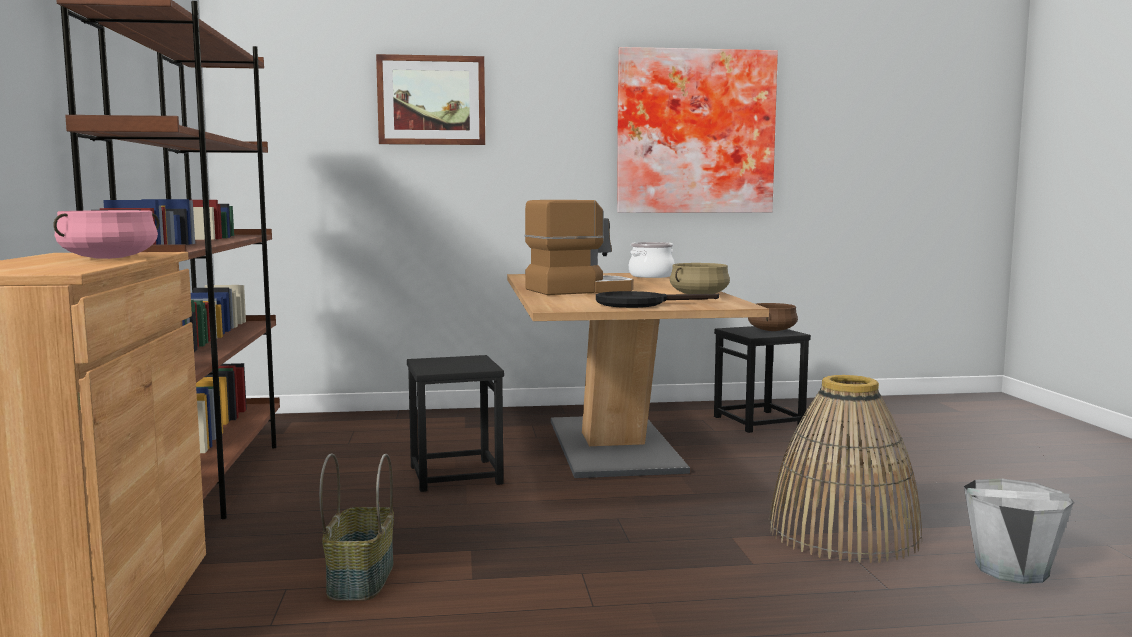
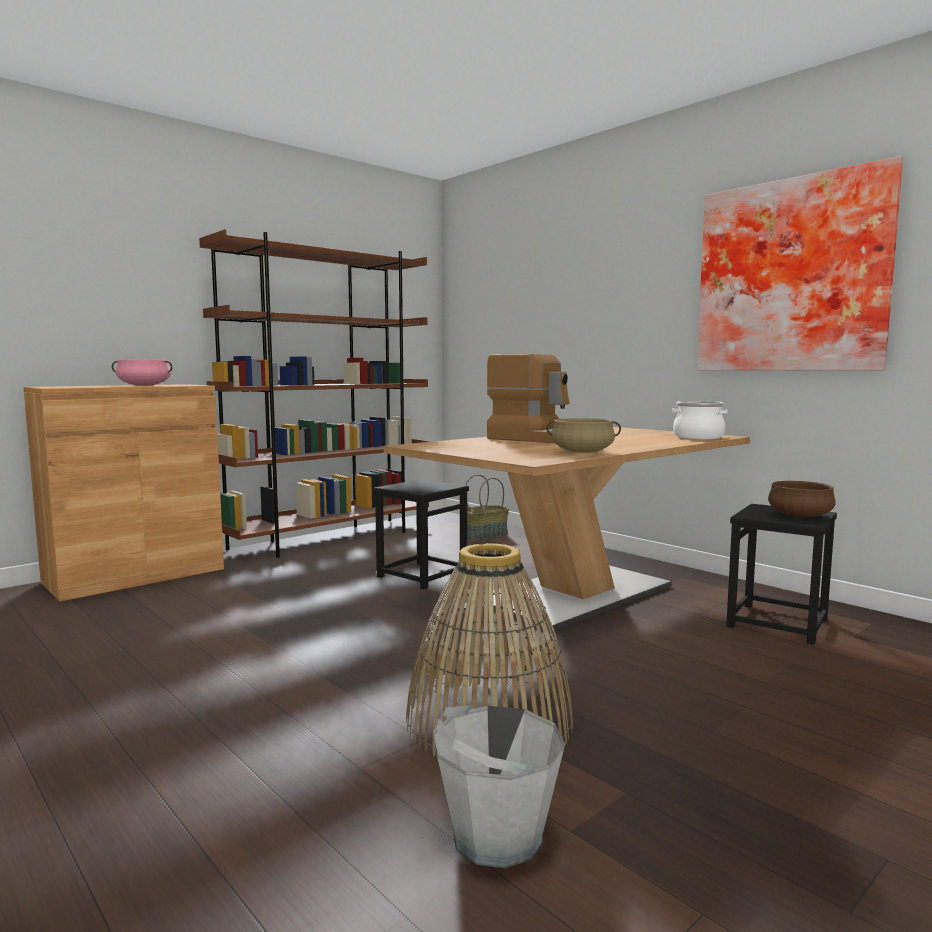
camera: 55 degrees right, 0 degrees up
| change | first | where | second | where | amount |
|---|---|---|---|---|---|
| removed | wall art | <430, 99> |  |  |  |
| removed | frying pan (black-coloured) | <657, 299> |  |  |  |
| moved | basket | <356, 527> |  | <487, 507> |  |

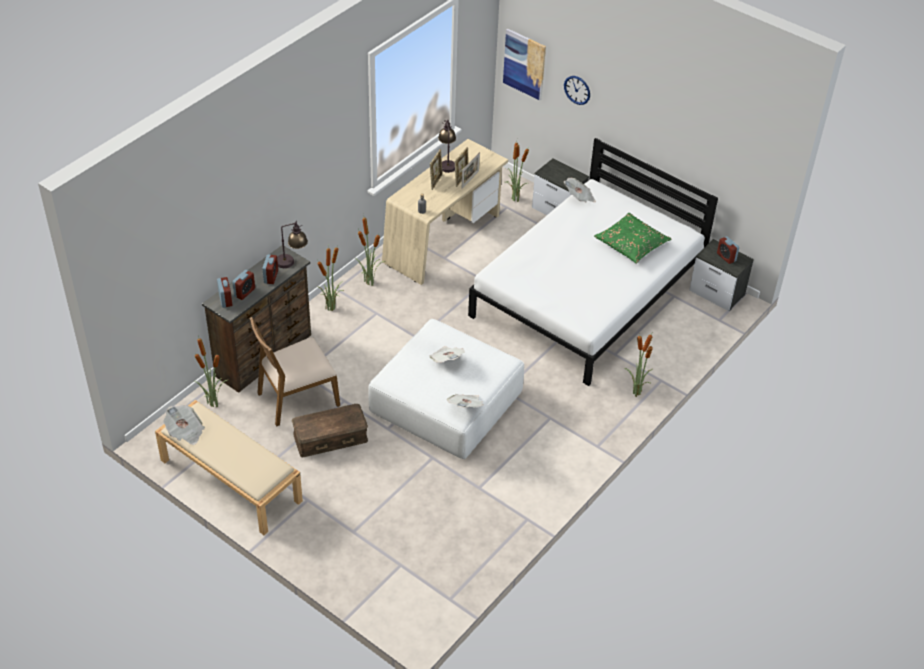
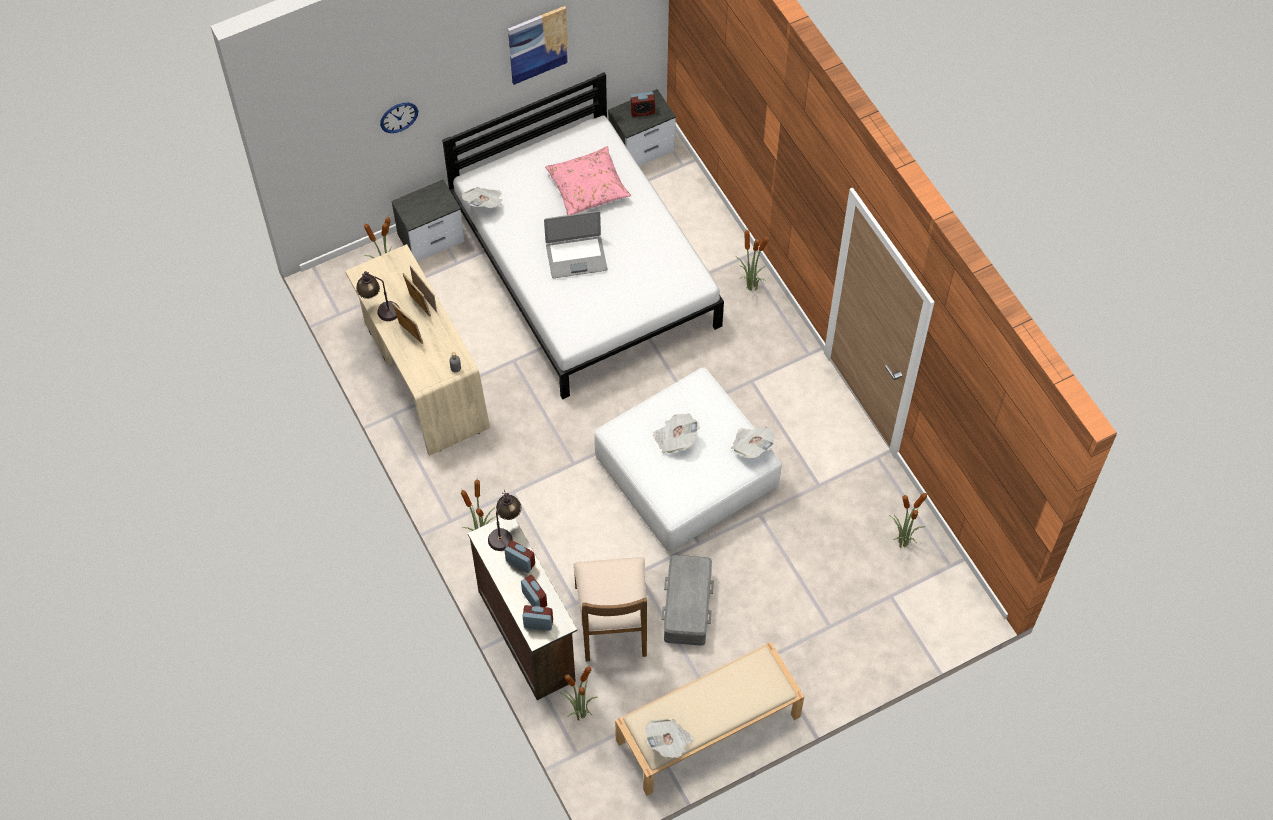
camera: 65 degrees left, 15 degrees up
| change | first | where | second | where | amount |
|---|---|---|---|---|---|
| added |  |  | laptop | <575, 244> |  |
| moved | potted plant | <370, 252> |  | <908, 520> |  |
| moved | wall art | <524, 64> |  | <538, 45> |  |
| recoloured | storage container (brown-coloured) | <330, 430> | storage container (gray) | <687, 600> |  |
| recoloured | throw pillow (green-coloured) | <632, 238> | throw pillow (pink) | <588, 180> |  |

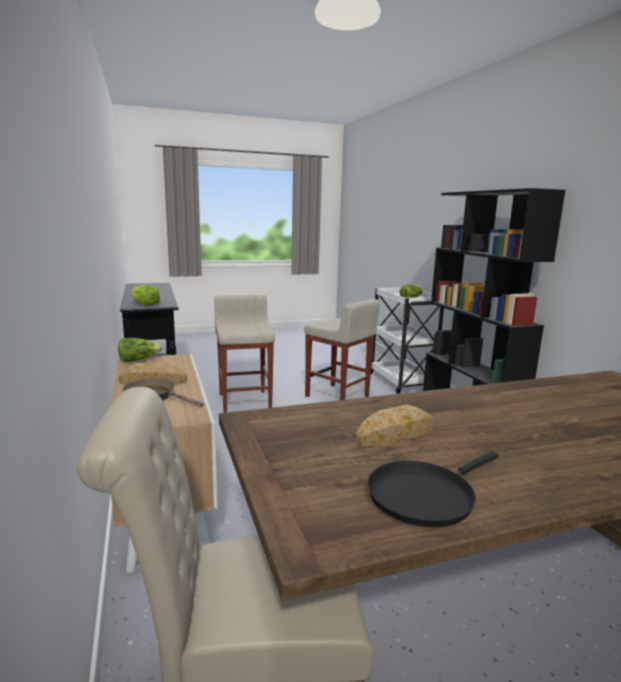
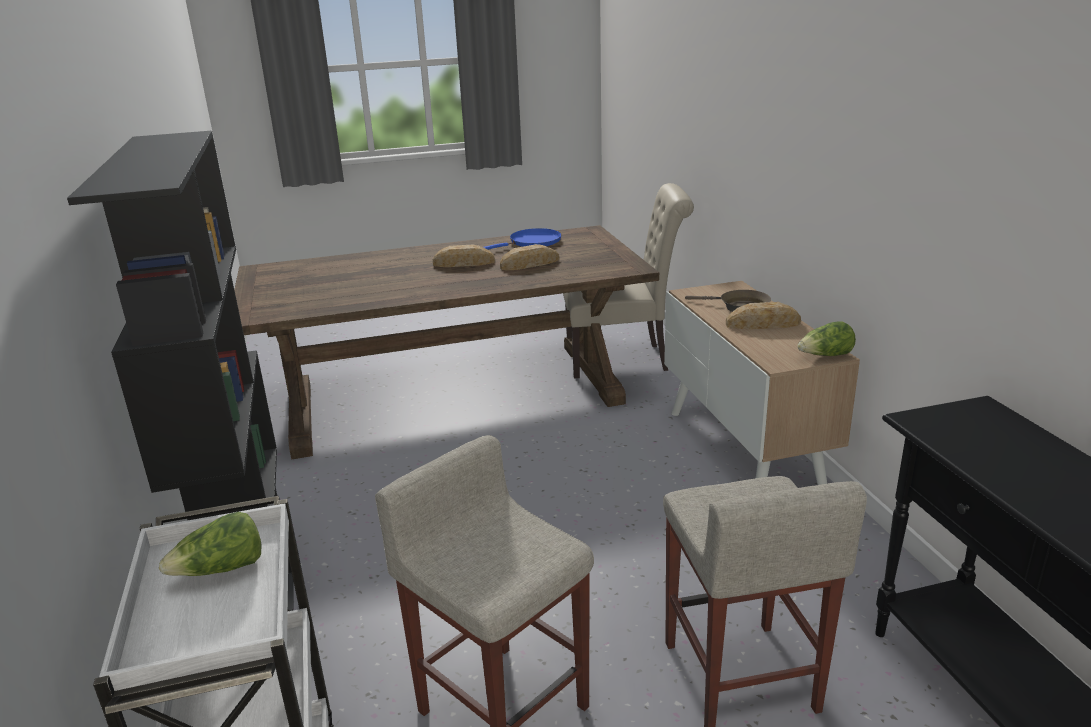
camera: 175 degrees left, 10 degrees up
| change | first | where | second | where | amount |
|---|---|---|---|---|---|
| removed | lettuce head | <145, 295> |  |  |  |
| added |  |  | baked bread | <464, 256> |  |
| recoloured | frying pan (black-coloured) | <432, 489> | frying pan (blue) | <523, 239> |  |

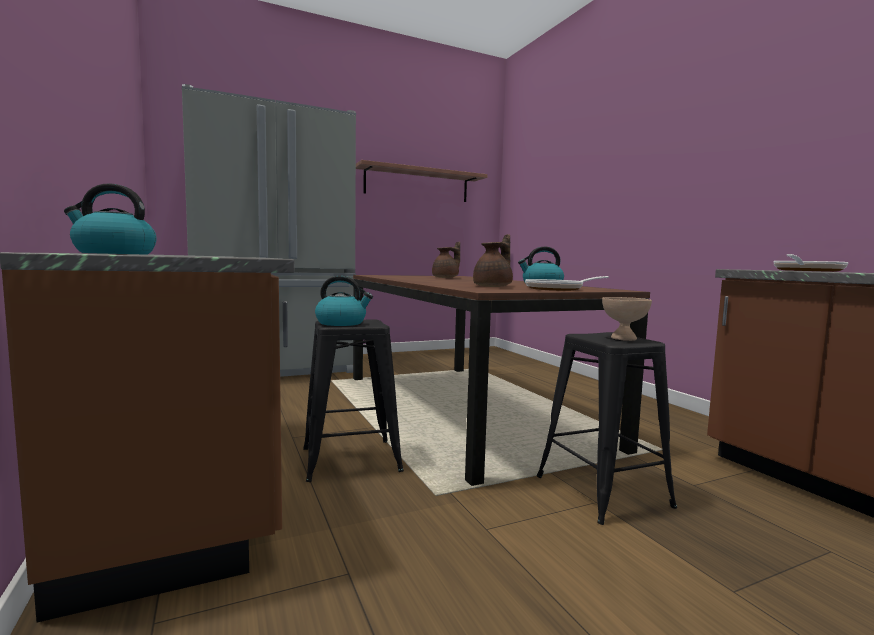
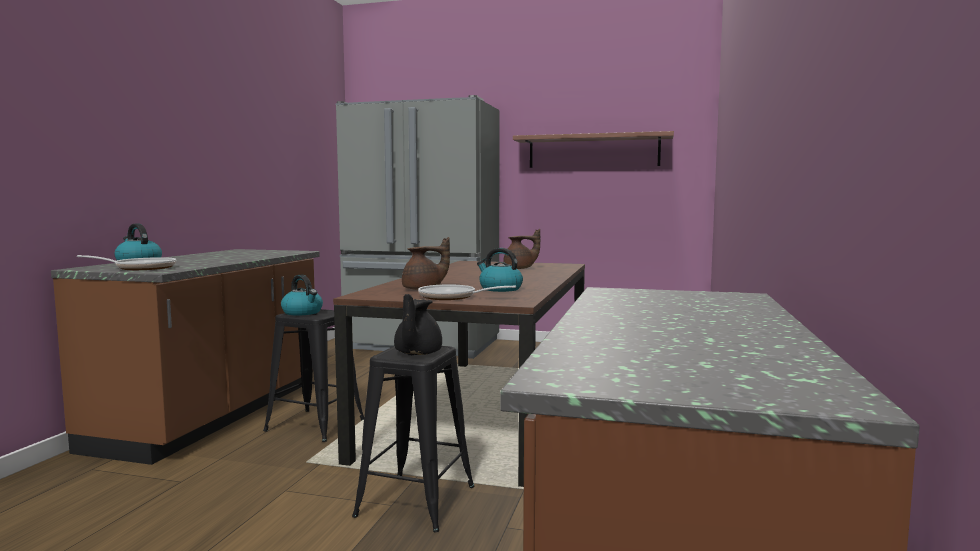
camera: 40 degrees right, 0 degrees up
| change | first | where | second | where | amount |
|---|---|---|---|---|---|
| moved | frying pan | <811, 263> |  | <126, 262> |  |
| replaced | serving bowl (beige-coloured) | <627, 319> | tea pot (black-coloured) | <418, 324> |  |

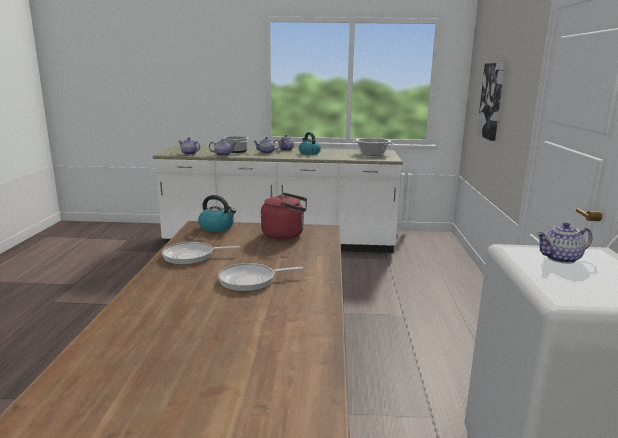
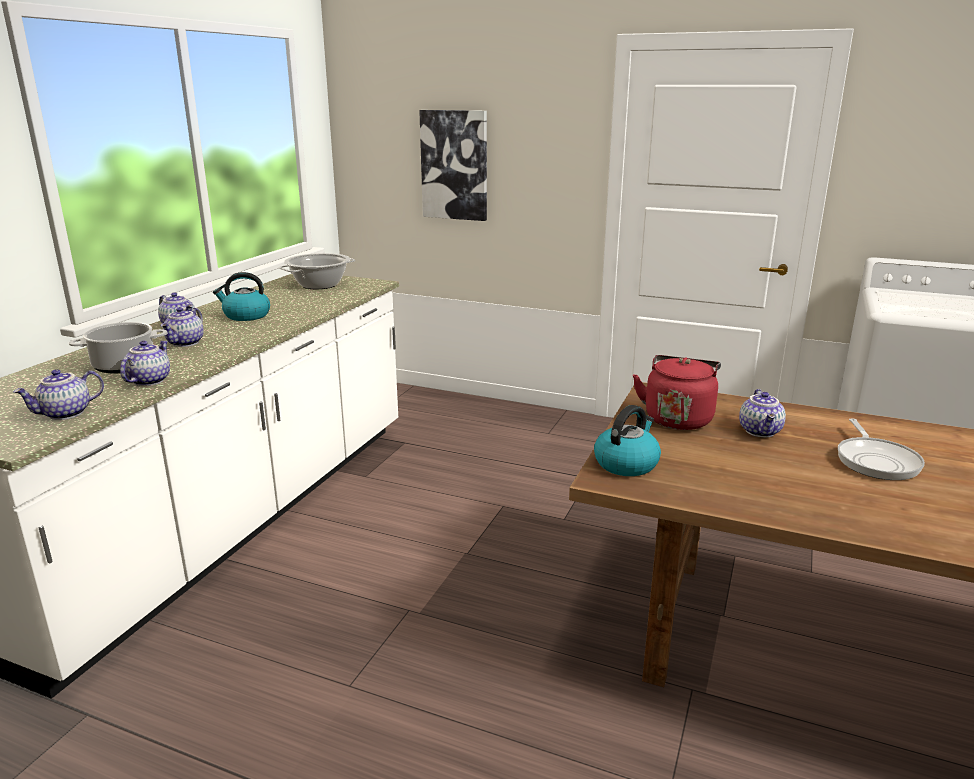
camera: 70 degrees left, 5 degrees up
| change | first | where | second | where | amount |
|---|---|---|---|---|---|
| removed | frying pan | <201, 253> |  |  |  |
| moved | tea pot | <565, 243> |  | <762, 413> |  |

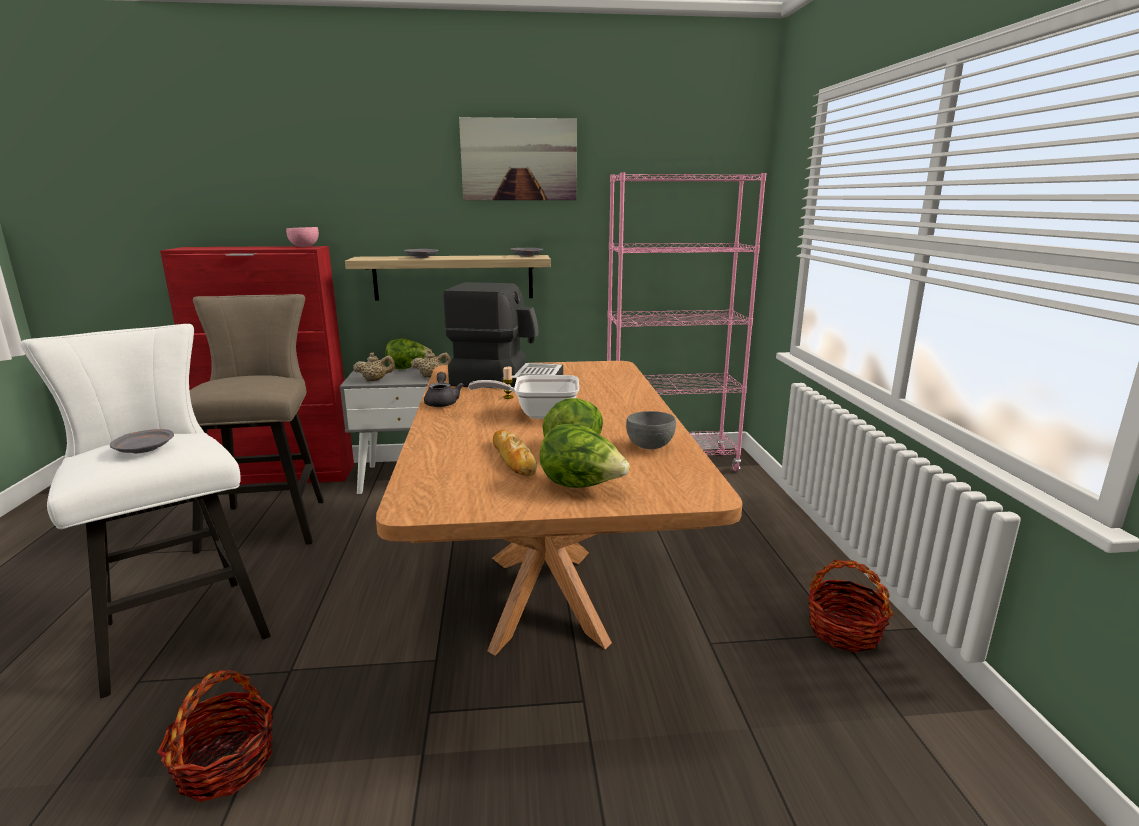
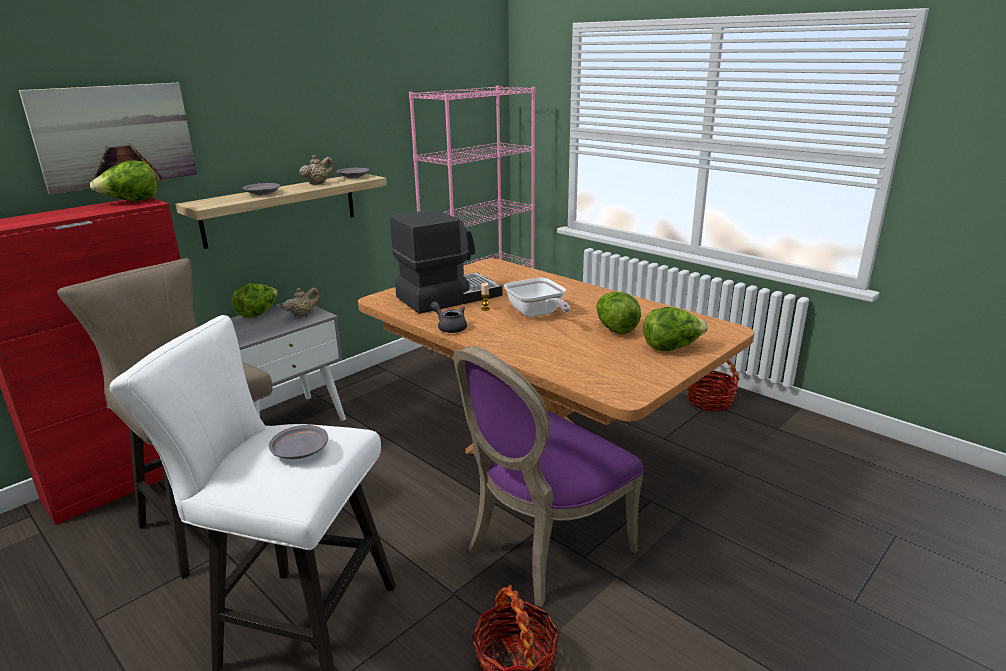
camera: 40 degrees left, 5 degrees up
| change | first | where | second | where | amount |
|---|---|---|---|---|---|
| removed | baked bread | <515, 453> |  |  |  |
| removed | serving bowl (gray) | <651, 430> |  |  |  |
| added |  |  | plain chair (purplish) | <549, 476> |  |
| moved | tea pot (beige-coloured) | <374, 367> |  | <316, 170> |  |
| moved | wall art | <518, 158> |  | <108, 139> |  |
| replaced | serving bowl (pink) | <302, 237> | lettuce head | <123, 181> |  |
| turned | frying pan | <523, 397> |  | <537, 297> | 75 degrees counterclockwise |

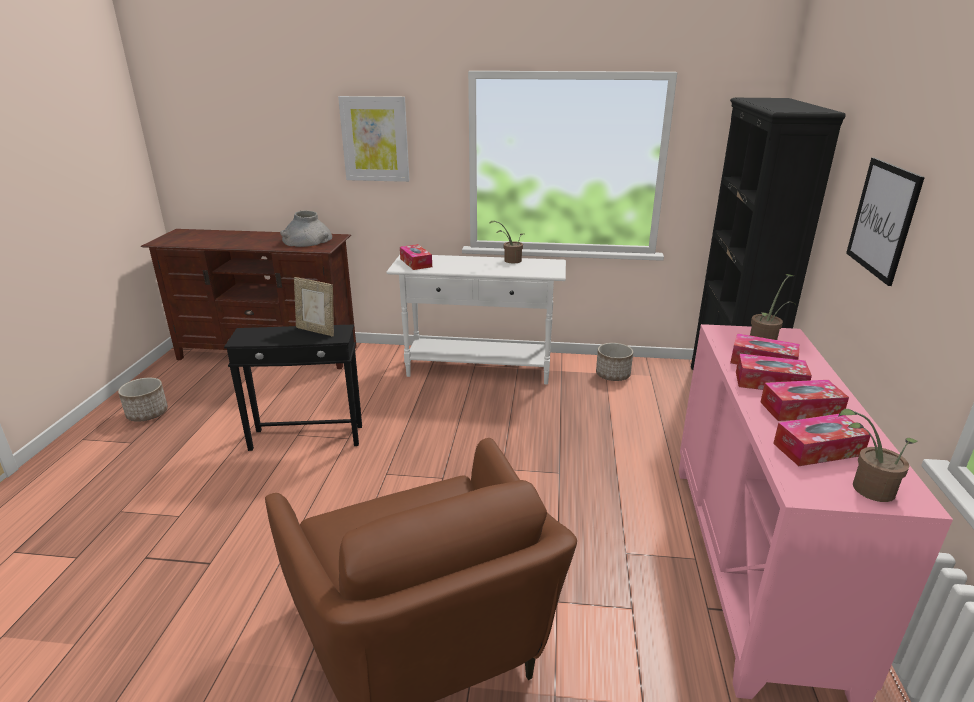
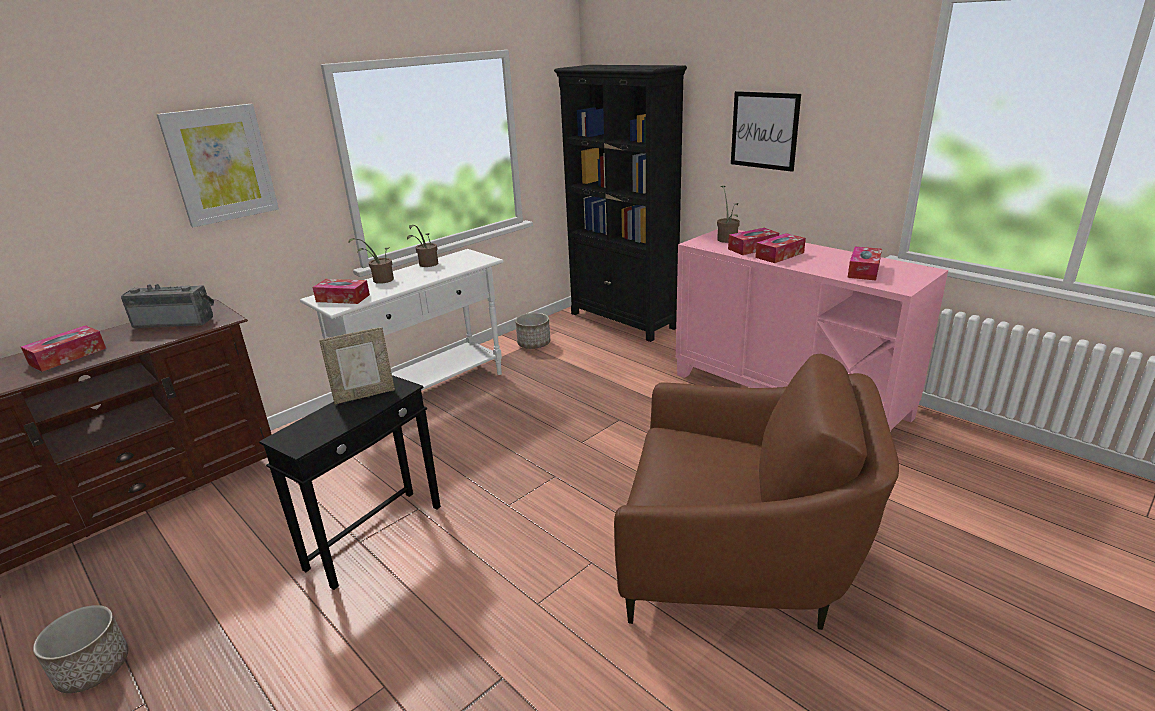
camera: 50 degrees left, 0 degrees up
| change | first | where | second | where | amount |
|---|---|---|---|---|---|
| moved | tissue box | <804, 400> |  | <63, 348> |  |
| moved | potted plant | <878, 455> |  | <371, 261> |  |
| replaced | decorative vase (gray) | <306, 228> | radio | <167, 306> |  |

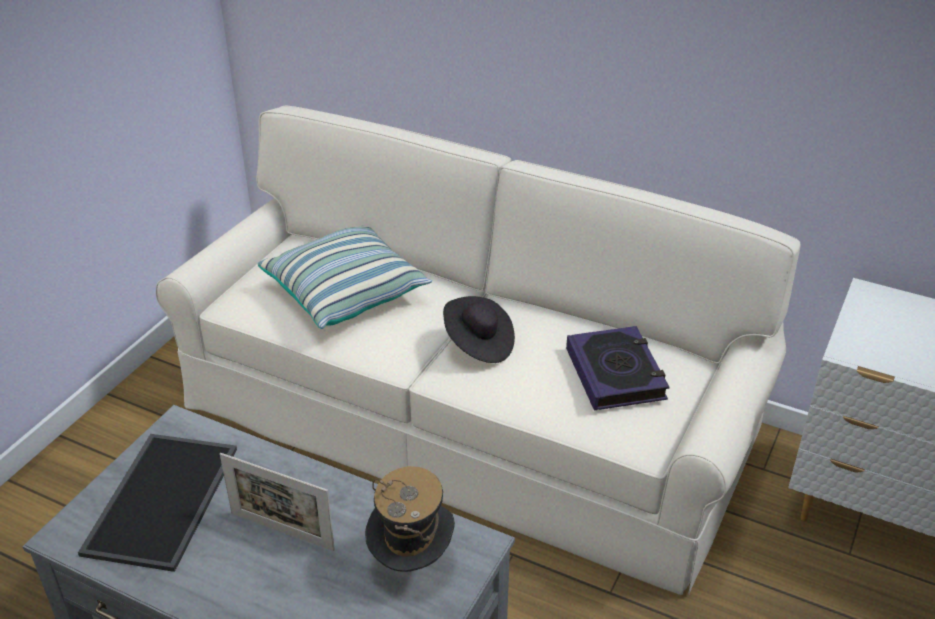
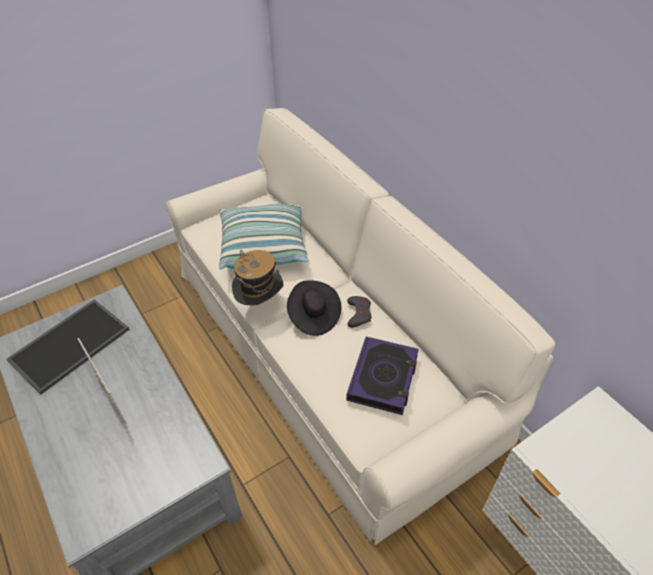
camera: 30 degrees right, 10 degrees up
| change | first | where | second | where | amount |
|---|---|---|---|---|---|
| added |  |  | joypad (gray) | <359, 312> |  |
| moved | wearable hat | <410, 519> |  | <258, 278> |  |

